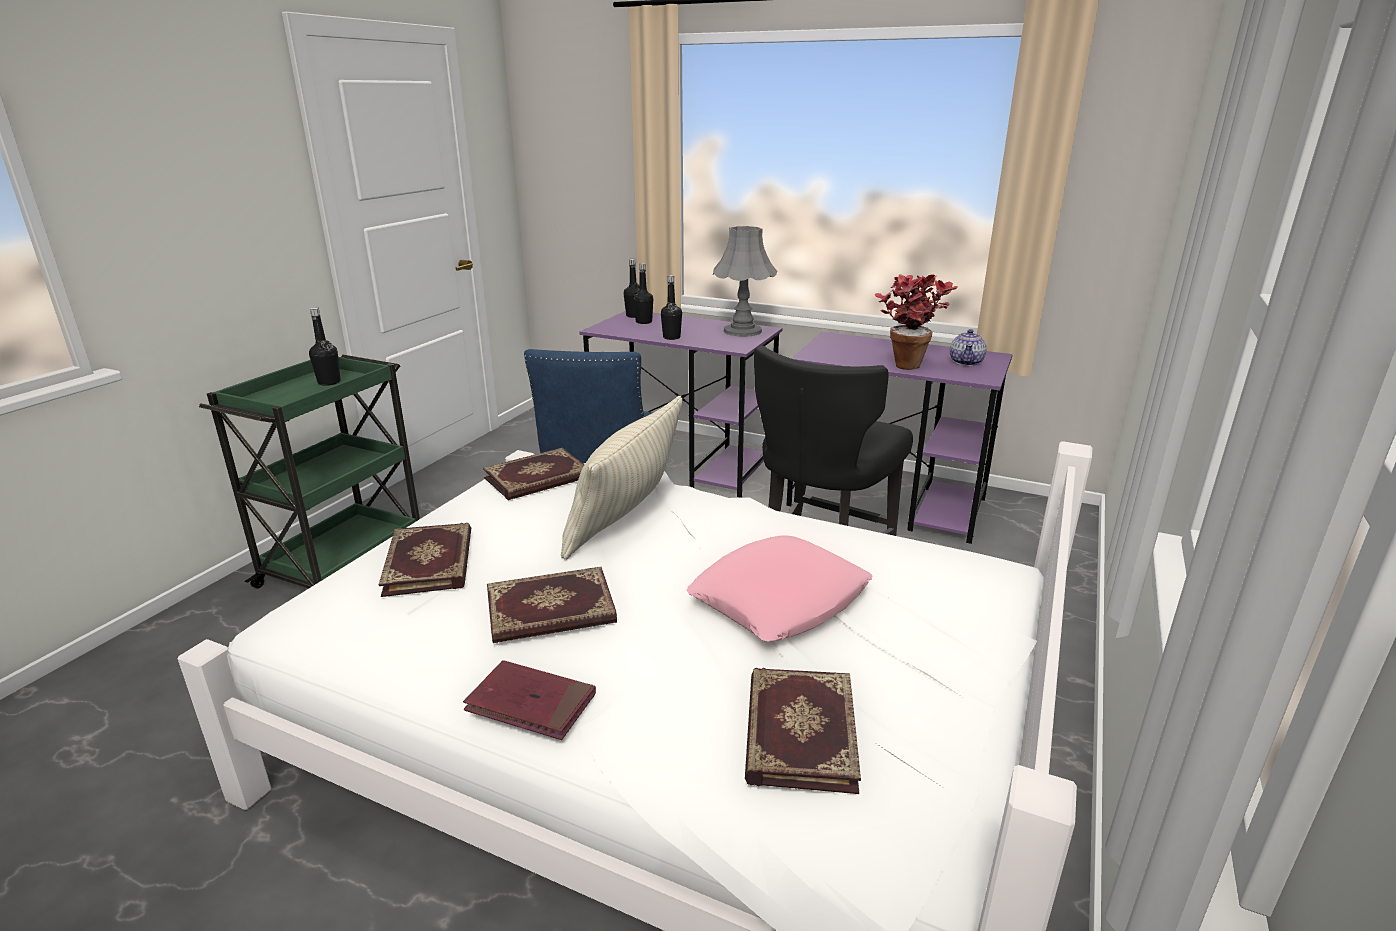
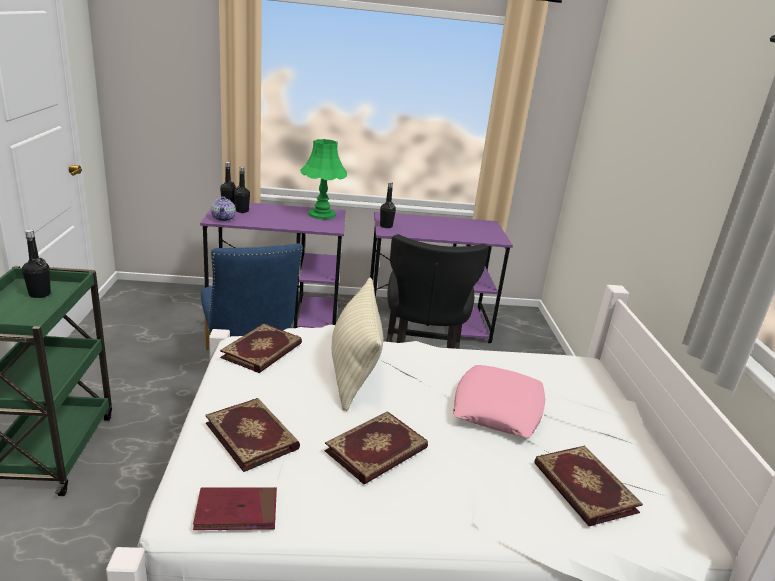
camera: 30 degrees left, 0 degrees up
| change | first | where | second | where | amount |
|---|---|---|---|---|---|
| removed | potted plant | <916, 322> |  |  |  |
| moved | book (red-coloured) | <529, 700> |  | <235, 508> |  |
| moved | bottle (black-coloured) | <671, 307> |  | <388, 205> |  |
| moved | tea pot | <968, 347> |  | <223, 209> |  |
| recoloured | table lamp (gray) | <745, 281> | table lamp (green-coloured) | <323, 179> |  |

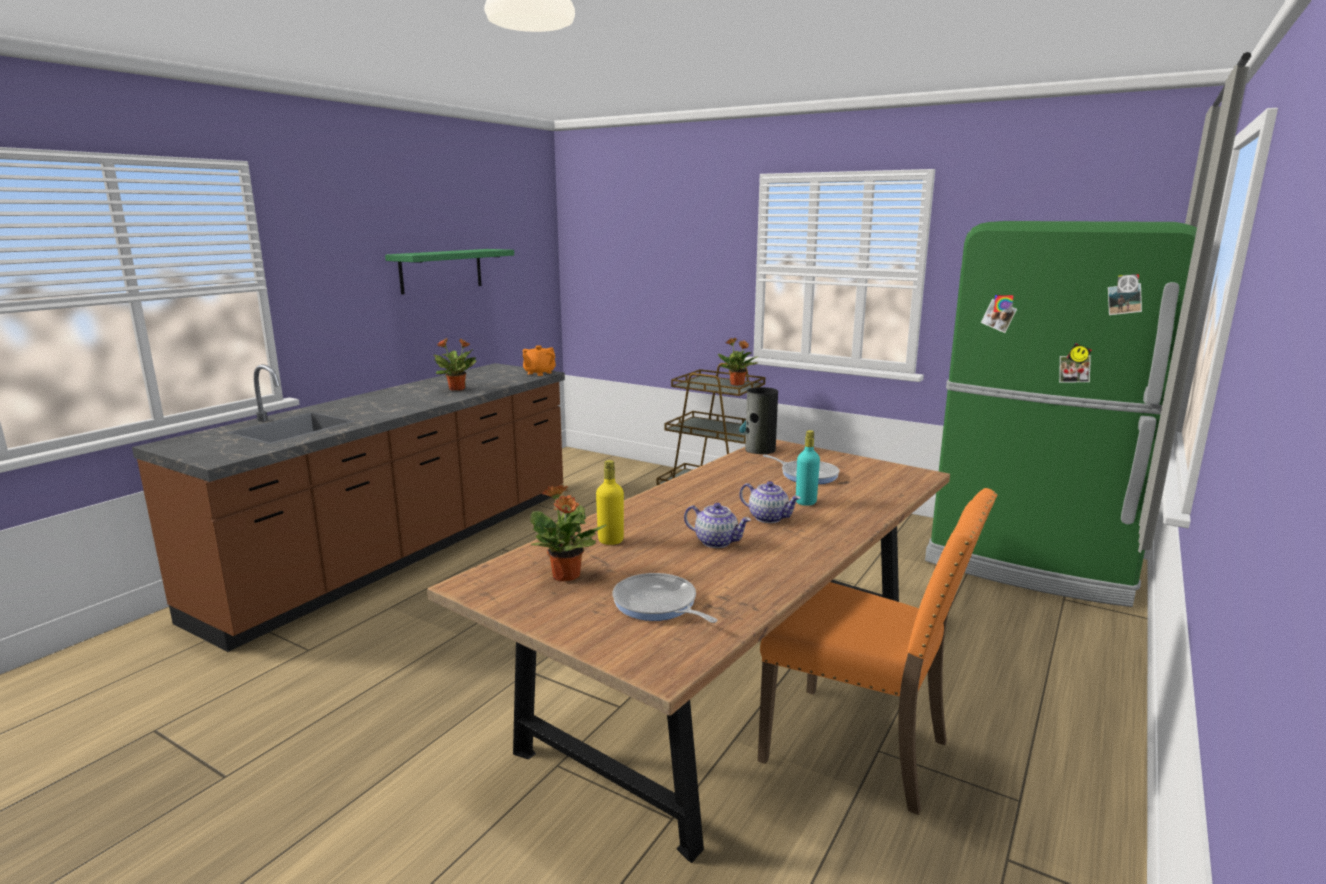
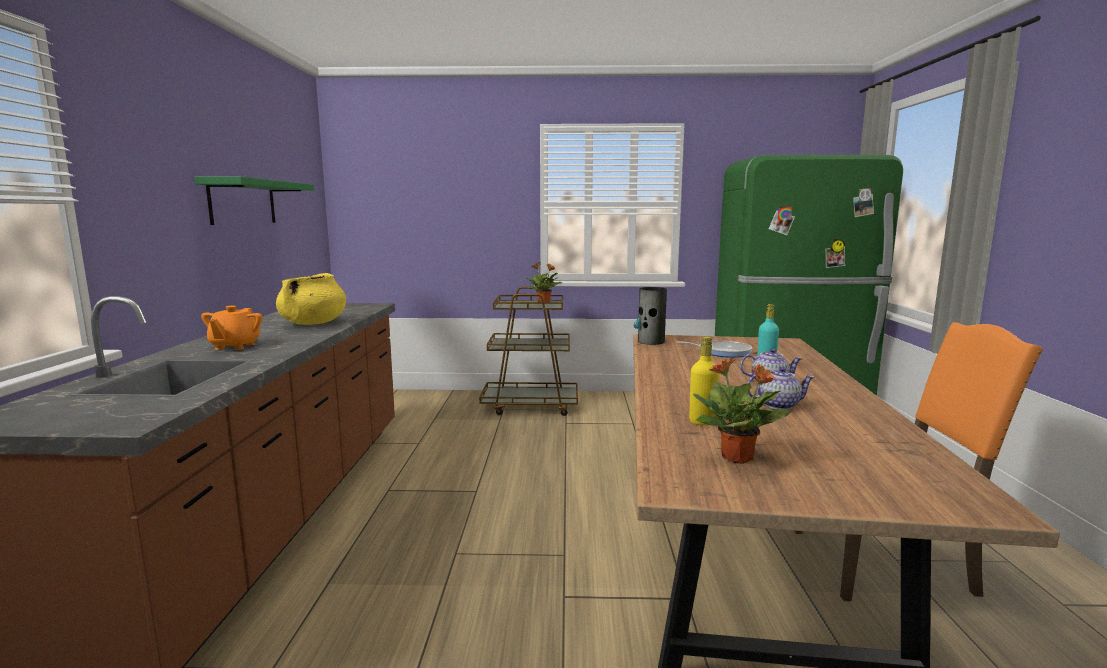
camera: 30 degrees left, 5 degrees down
| change | first | where | second | where | amount |
|---|---|---|---|---|---|
| removed | frying pan | <665, 598> |  |  |  |
| moved | tea pot (orangey) | <539, 361> |  | <231, 328> |  |
| replaced | potted plant | <455, 364> | saucepot (yellow-coloured) | <311, 299> |  |

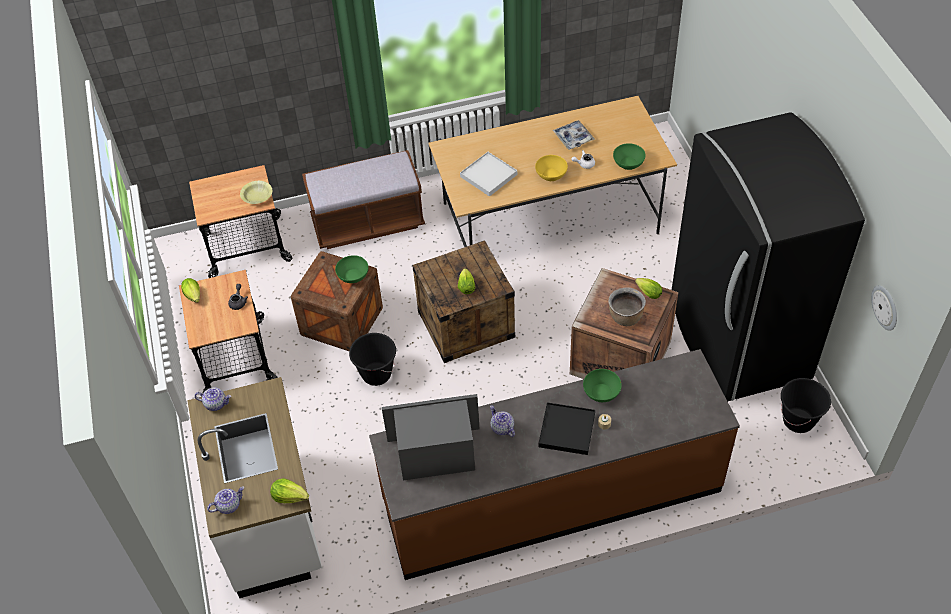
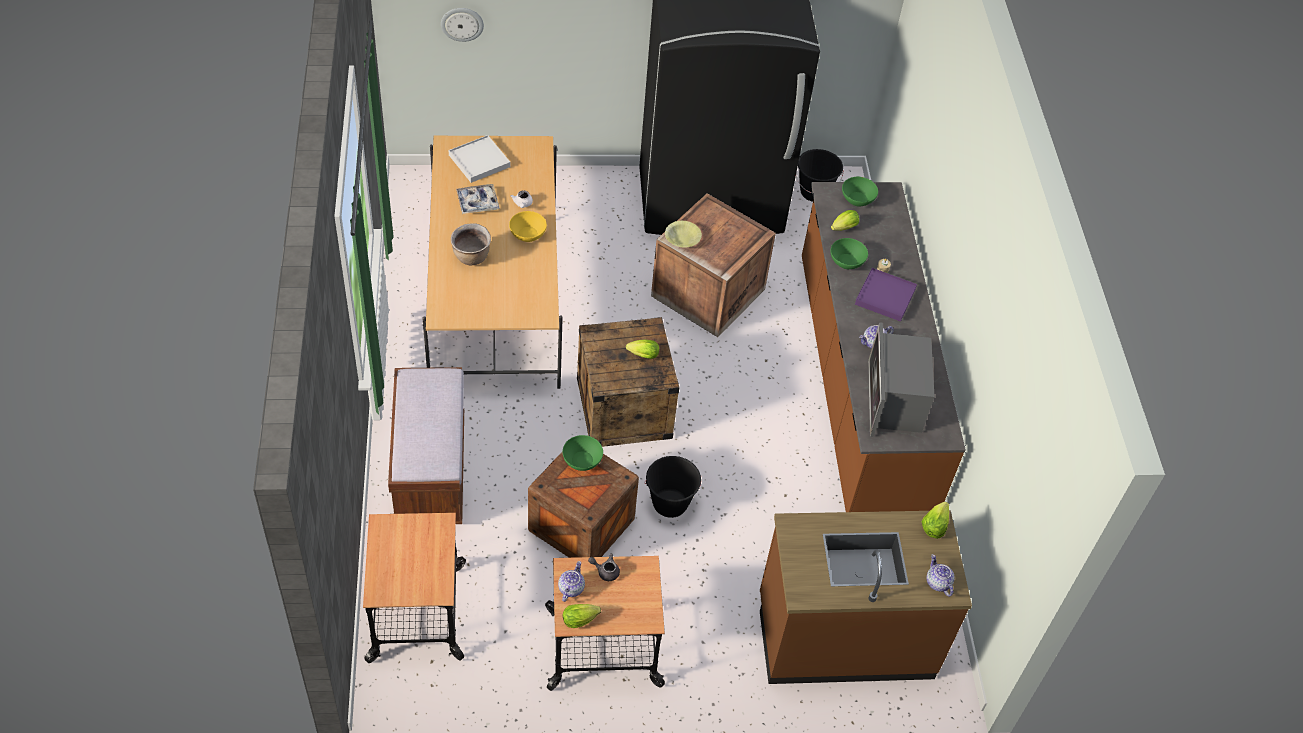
camera: 85 degrees left, 0 degrees up
| change | first | where | second | where | amount |
|---|---|---|---|---|---|
| moved | tea pot | <213, 399> |  | <571, 581> |  |
| moved | serving bowl (yellow-coloured) | <256, 192> |  | <683, 234> |  |
| moved | carrying tray (white-coloured) | <488, 174> |  | <480, 159> |  |
| moved | saucepot (brown-coloured) | <627, 306> |  | <471, 244> |  |
| moved | serving bowl (green-coloured) | <629, 156> |  | <860, 192> |  |
| moved | lettuce head | <648, 288> |  | <845, 220> |  |
| moved | clock on the wall | <884, 308> |  | <462, 25> |  |
| recoloured | kitchen base unit (white-coloured) | <254, 487> | kitchen base unit (brown-coloured) | <866, 597> |  |
| recoloured | carrying tray (black-coloured) | <566, 428> | carrying tray (purplish) | <886, 295> |  |

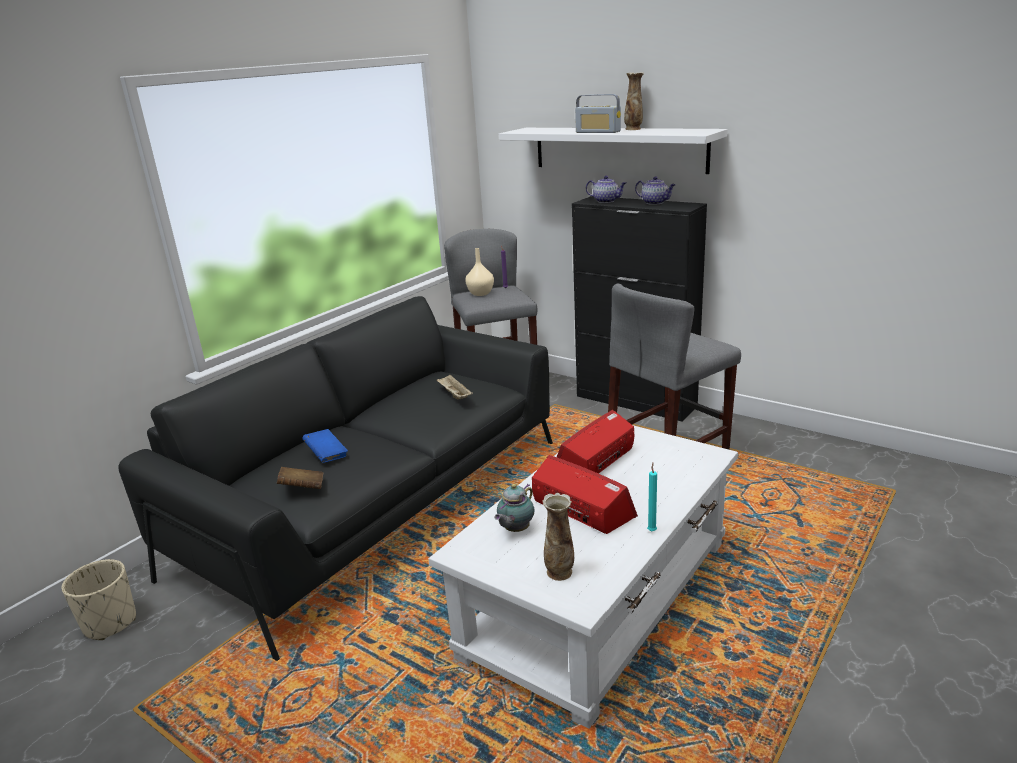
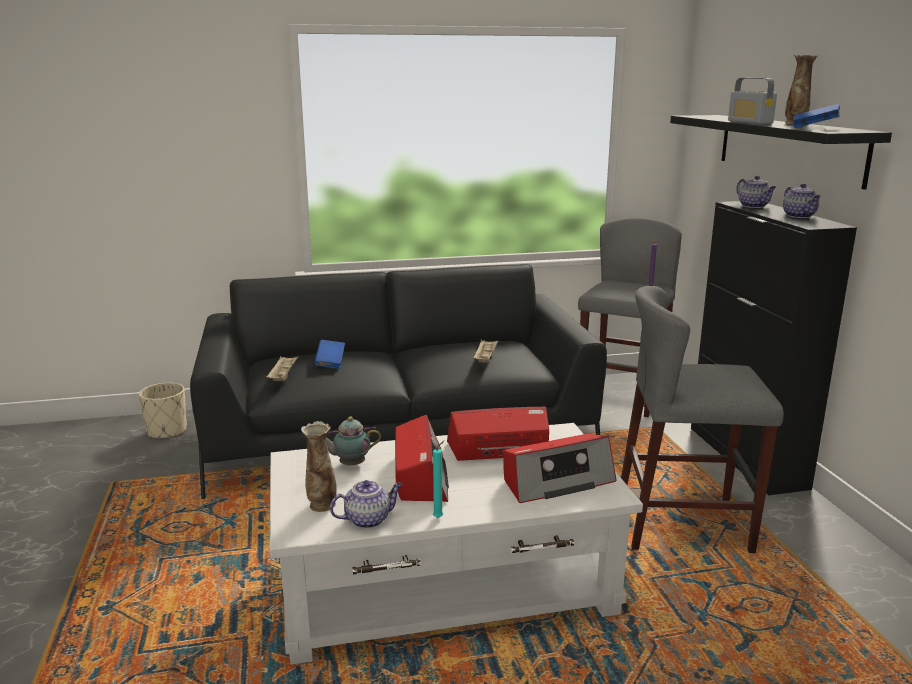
camera: 40 degrees right, 5 degrees down
| change | first | where | second | where | amount |
|---|---|---|---|---|---|
| removed | decorative vase (beige-coloured) | <479, 272> |  |  |  |
| added |  |  | tea pot | <366, 504> |  |
| added |  |  | radio | <560, 468> |  |
| added |  |  | book (blue) | <816, 116> |  |
| replaced | book (brown-coloured) | <300, 478> | carrying tray (beige-coloured) | <283, 368> |  |
| recoloured | shelf (white-coloured) | <613, 151> | shelf (black-coloured) | <781, 152> |  |

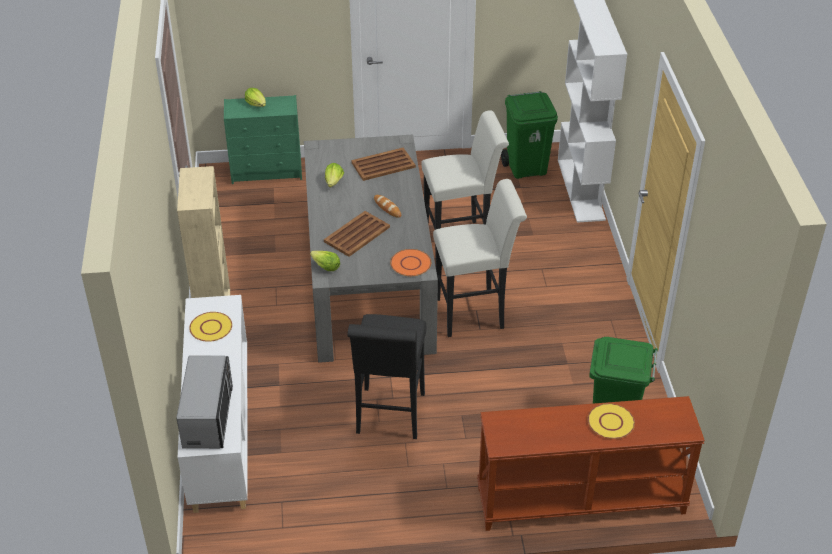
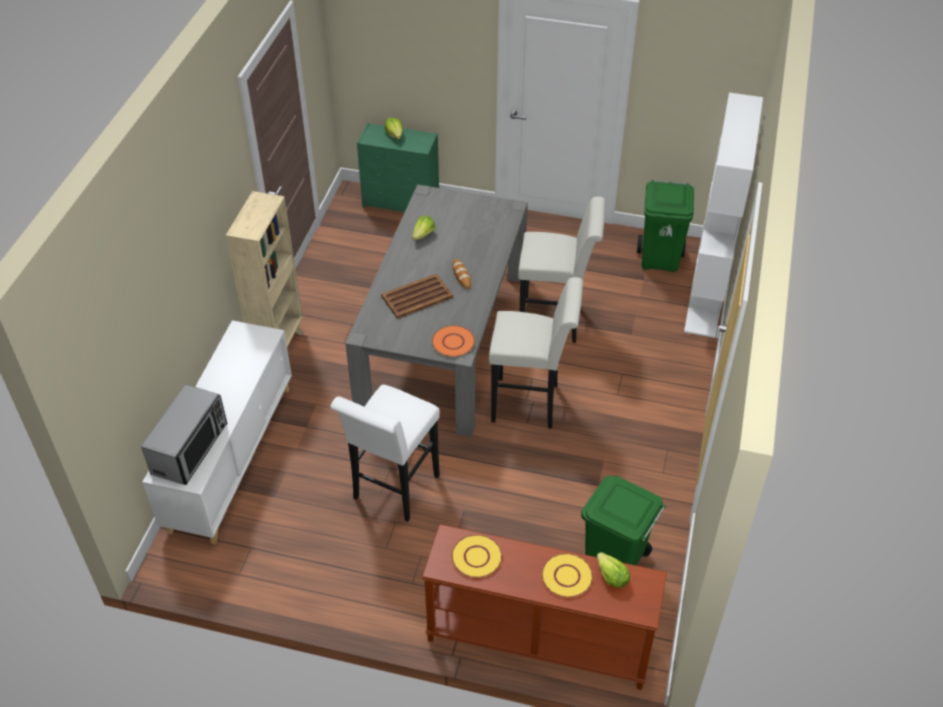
camera: 20 degrees right, 5 degrees up
| change | first | where | second | where | amount |
|---|---|---|---|---|---|
| removed | carrying tray (brown-coloured) | <383, 164> |  |  |  |
| moved | flat dish (yellow-coloured) | <210, 327> |  | <476, 556> |  |
| moved | lettuce head | <325, 261> |  | <613, 570> |  |
| recoloured | stool (black-coloured) | <386, 376> | stool (white-coloured) | <385, 453> |  |

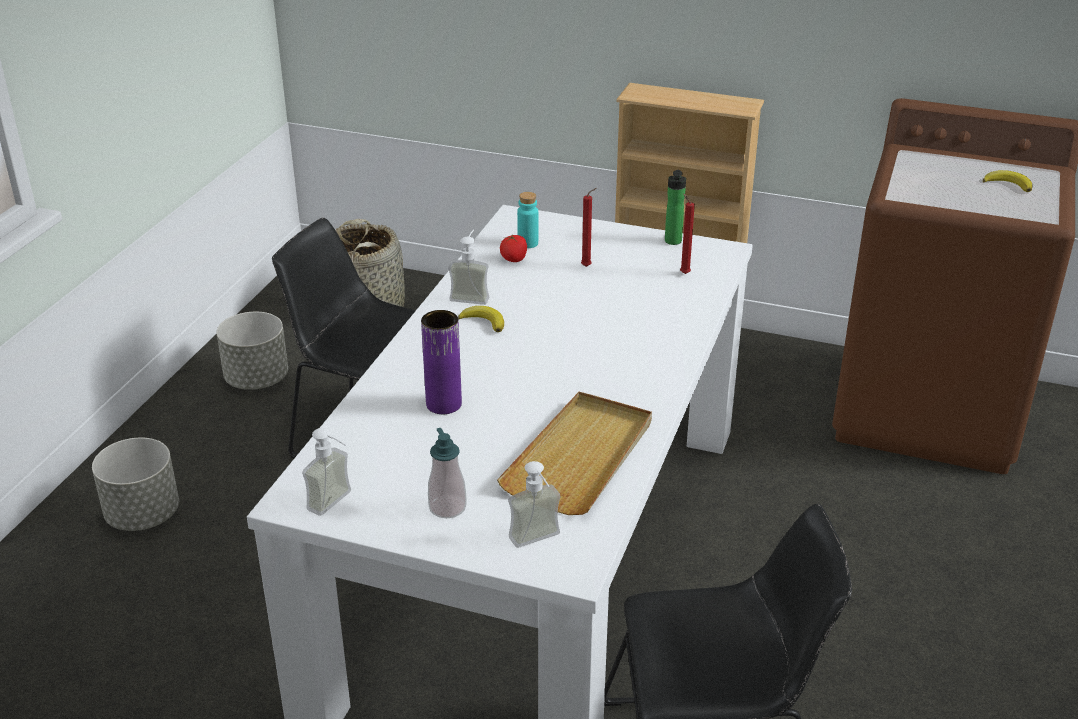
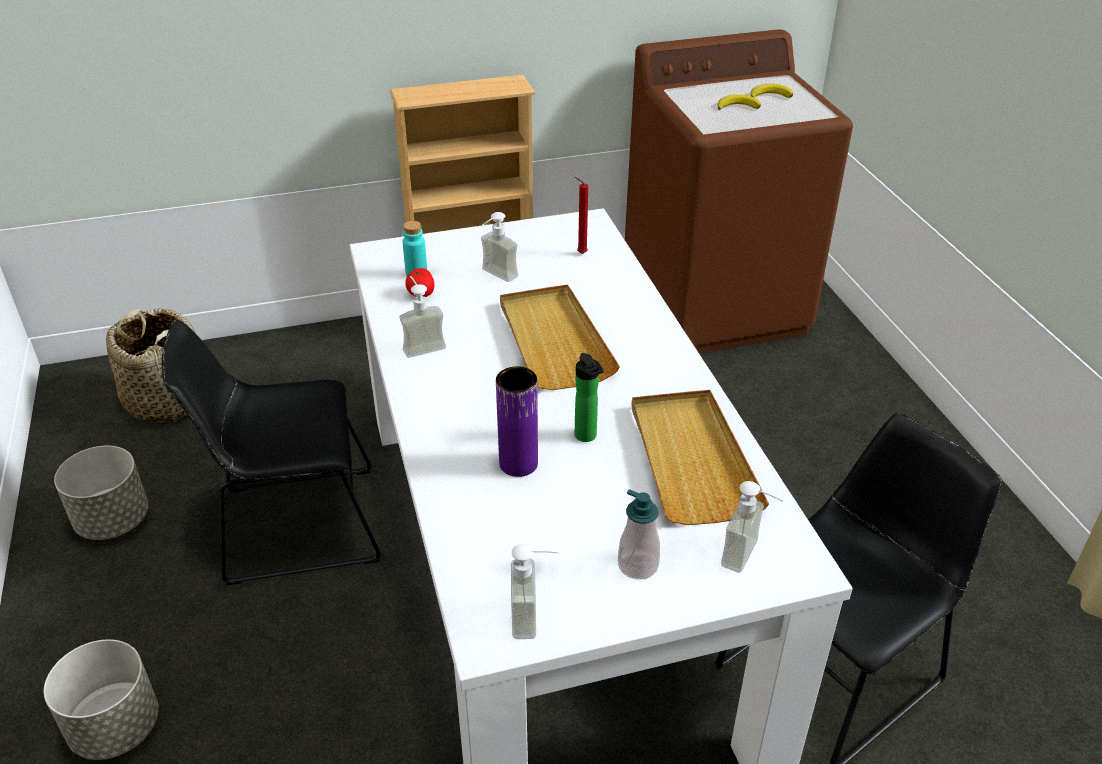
camera: 35 degrees left, 5 degrees up
| change | first | where | second | where | amount |
|---|---|---|---|---|---|
| added |  |  | carrying tray (beige-coloured) | <560, 337> |  |
| moved | banana | <481, 319> |  | <739, 102> |  |
| moved | bottle | <675, 207> |  | <589, 397> |  |
| replaced | wax light (red-coloured) | <589, 227> | soap dispenser | <499, 247> |  |

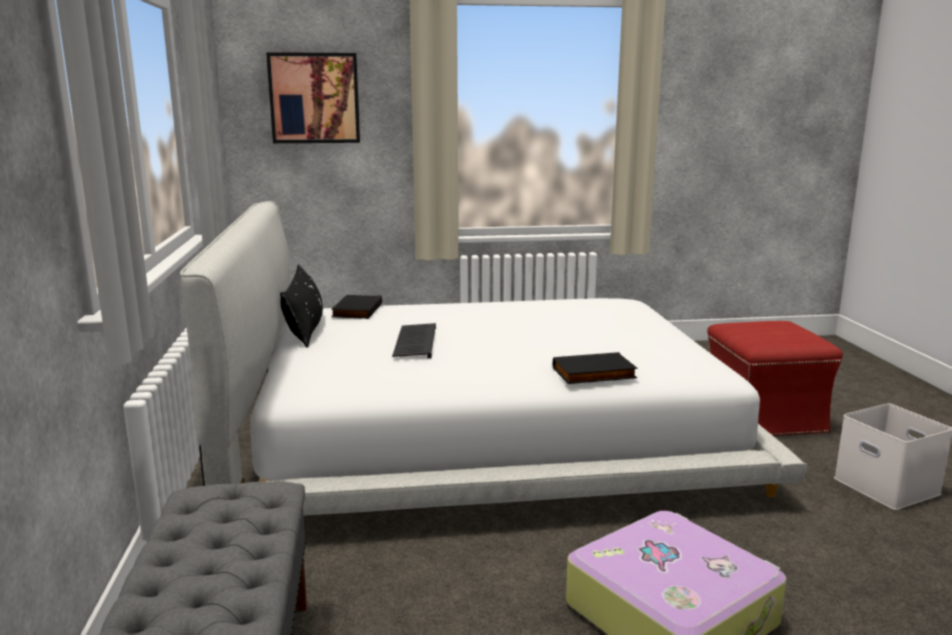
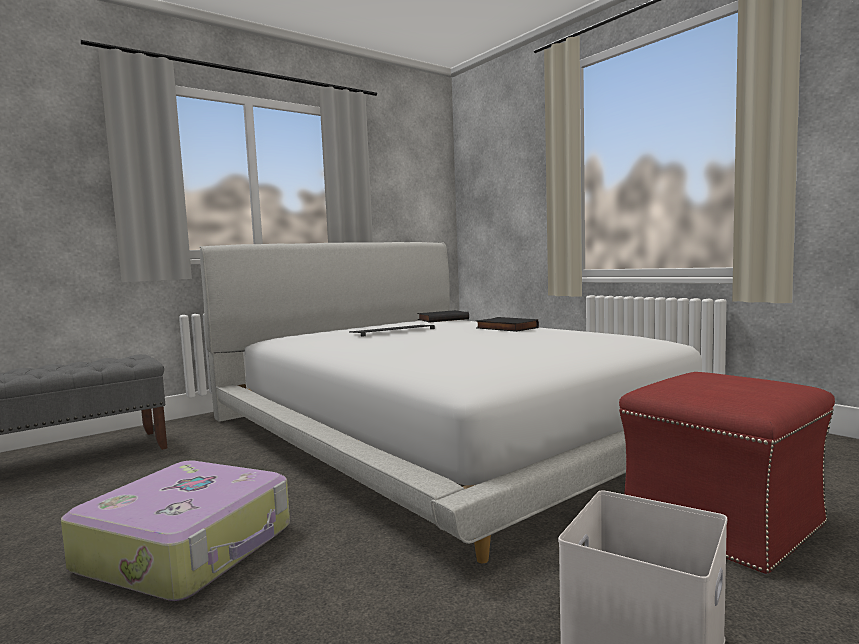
camera: 60 degrees right, 10 degrees down
| change | first | where | second | where | amount |
|---|---|---|---|---|---|
| removed | wall art | <313, 97> |  |  |  |
| removed | throw pillow (black-coloured) | <301, 306> |  |  |  |
| moved | book (black-coloured) | <595, 368> |  | <507, 324> |  |

